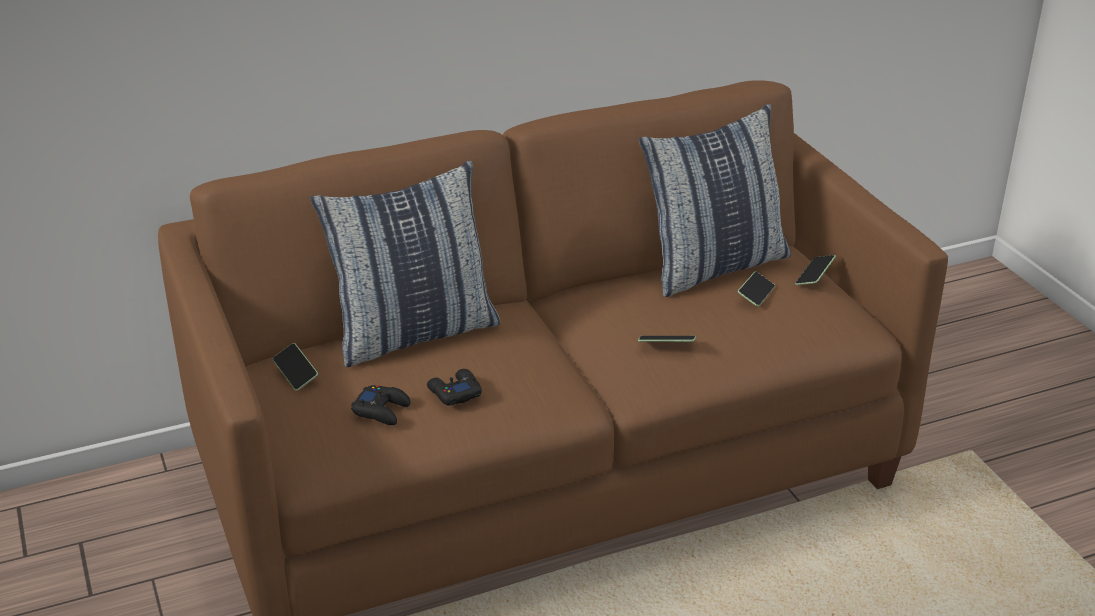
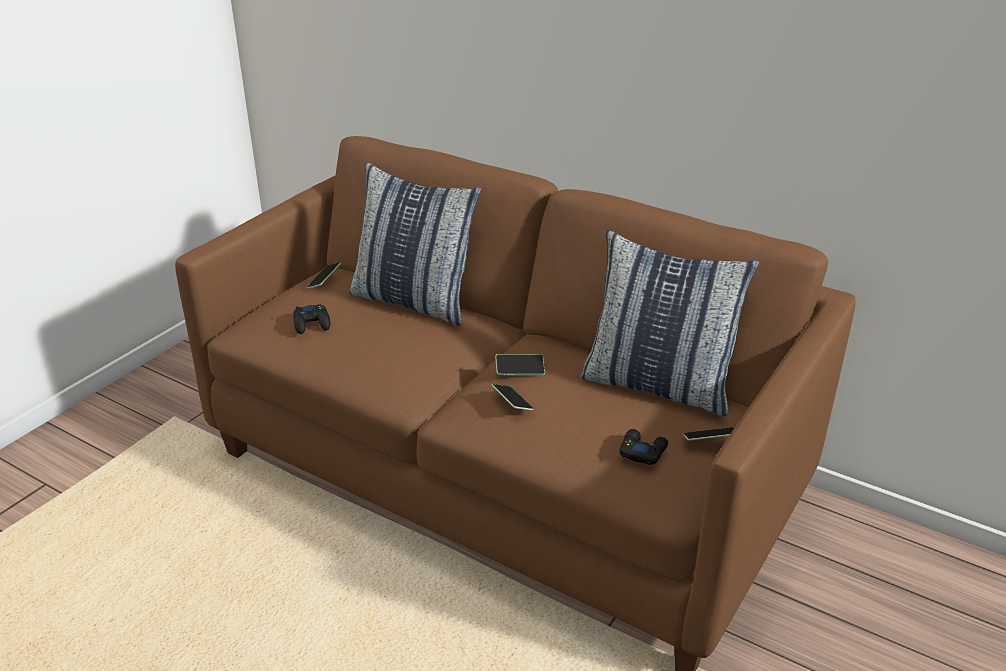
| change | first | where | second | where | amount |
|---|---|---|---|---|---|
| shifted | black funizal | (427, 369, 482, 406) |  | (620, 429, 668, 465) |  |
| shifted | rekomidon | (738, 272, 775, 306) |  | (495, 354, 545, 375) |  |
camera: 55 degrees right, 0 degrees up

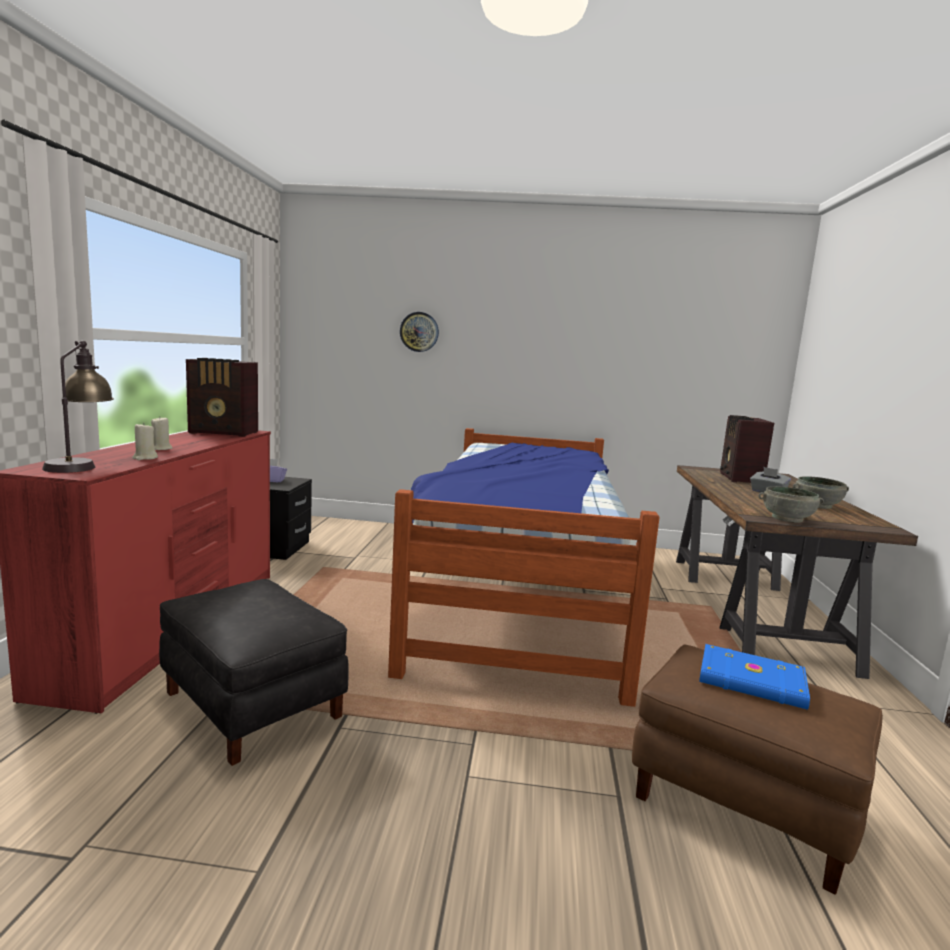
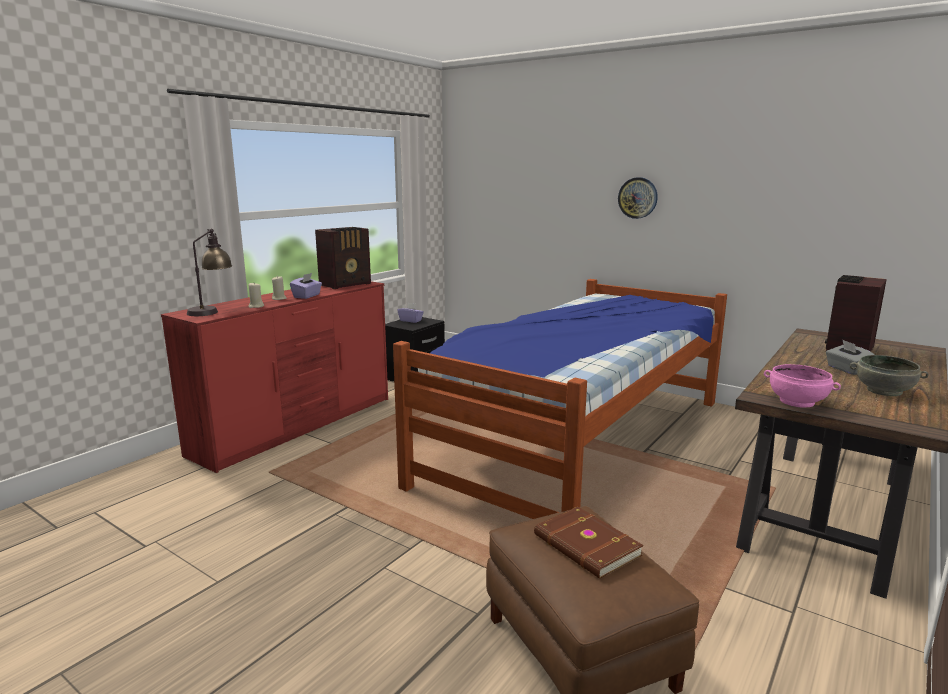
| change | first | where | second | where | amount |
|---|---|---|---|---|---|
| gone | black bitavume | (159, 579, 349, 766) |  |  |  |
| rotated | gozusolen | (186, 358, 258, 437) |  | (315, 227, 371, 289) | 75 degrees counterclockwise |
| shifted | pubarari | (400, 312, 439, 352) |  | (618, 177, 658, 219) |  |
| repainted | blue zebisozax | (699, 644, 810, 710) | brown zebisozax | (534, 506, 644, 579) |  |
| repainted | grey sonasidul | (758, 486, 824, 523) | pink sonasidul | (764, 364, 841, 408) |  |
| new |  |  | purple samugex | (290, 273, 322, 299) |  |
camera: 30 degrees right, 5 degrees up

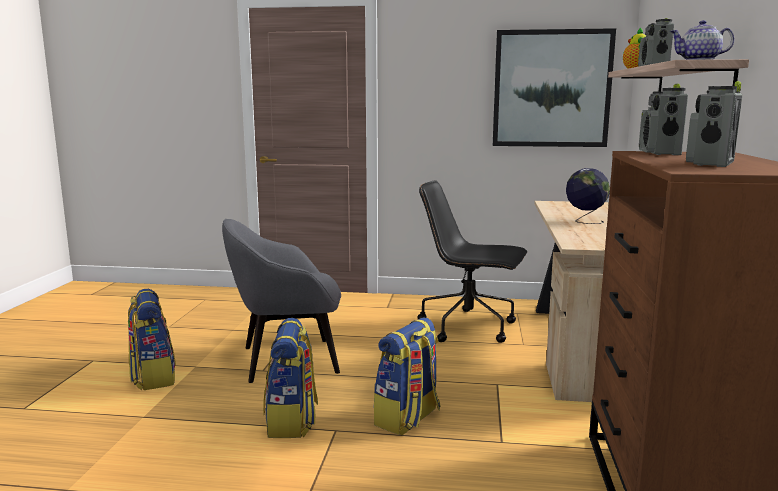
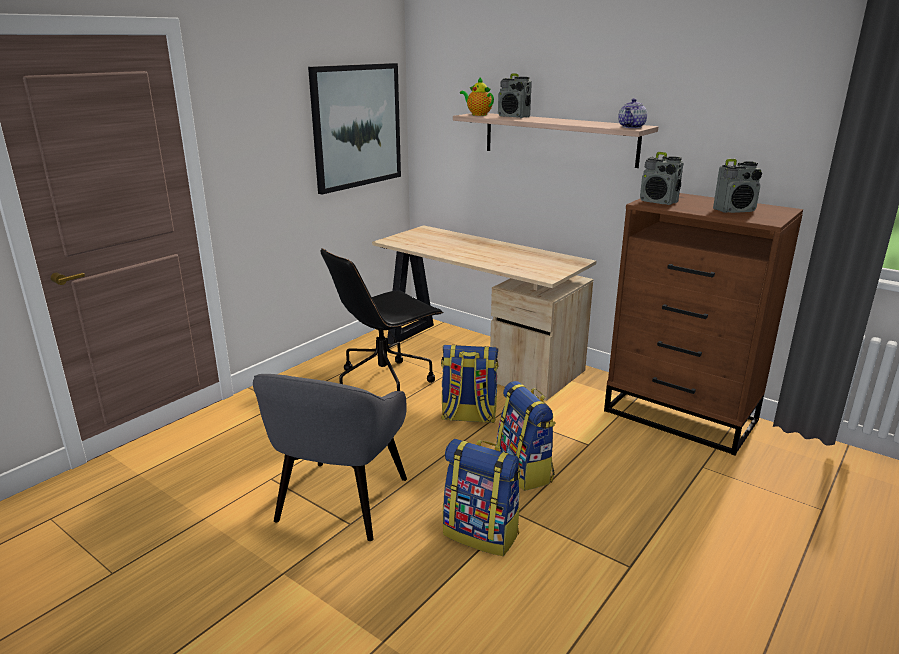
| change | first | where | second | where | amount |
|---|---|---|---|---|---|
| shifted | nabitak | (128, 289, 176, 390) |  | (441, 345, 499, 423) |  |
| gone | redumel | (566, 168, 610, 224) |  |  |  |
| rotated | gozusolen | (686, 81, 742, 167) |  | (713, 159, 762, 213) | 75 degrees counterclockwise |
camera: 60 degrees left, 10 degrees up

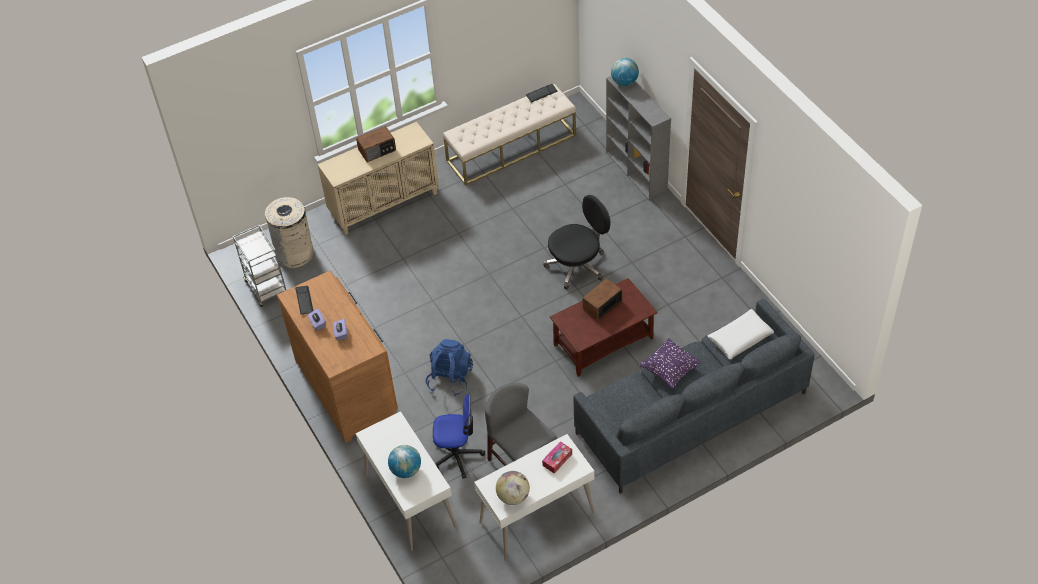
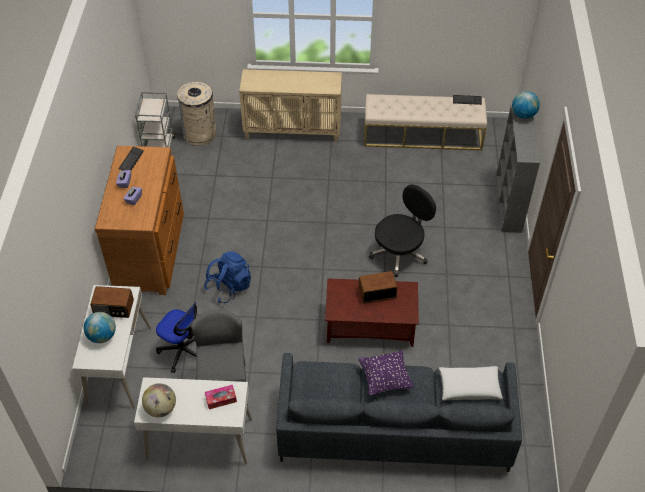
| change | first | where | second | where | amount |
|---|---|---|---|---|---|
| shifted | gozusolen | (356, 126, 396, 162) |  | (90, 286, 134, 318) |  |
| rotated | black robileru | (543, 195, 611, 290) |  | (369, 185, 436, 277) | 45 degrees counterclockwise |
camera: 30 degrees right, 0 degrees up

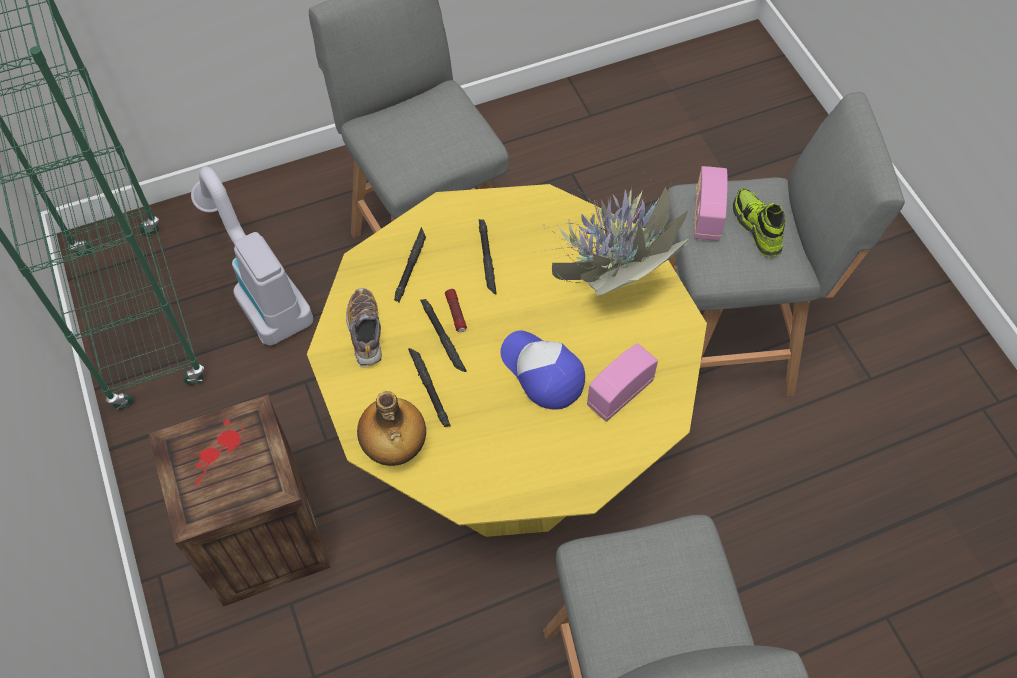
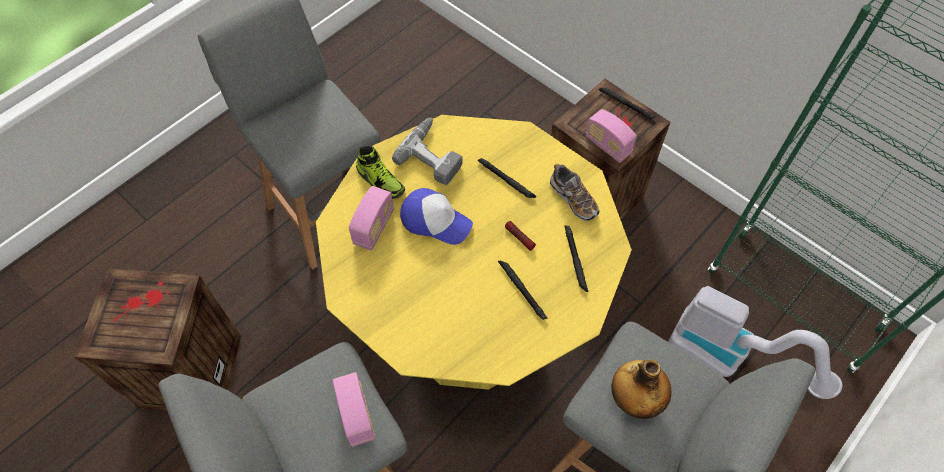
| change | first | where | second | where | amount |
|---|---|---|---|---|---|
| shifted | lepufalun | (357, 391, 426, 466) |  | (611, 359, 671, 419) |  |
| shifted | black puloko | (420, 299, 467, 372) |  | (599, 88, 655, 119) |  |
| gone | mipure | (538, 172, 688, 296) |  |  |  |
| shifted | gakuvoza | (733, 188, 786, 257) |  | (356, 146, 405, 199) |  |
| new |  |  | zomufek | (74, 268, 241, 410) |  |
| new |  |  | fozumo | (392, 117, 463, 185) |  |
| new |  |  | gozusolen | (586, 109, 637, 163) |  |
camera: 155 degrees right, 0 degrees up

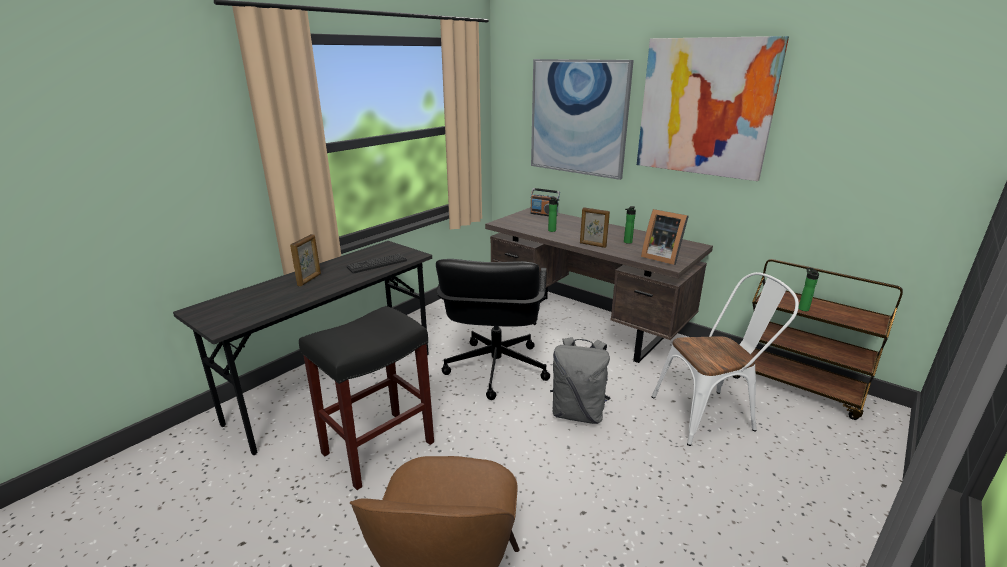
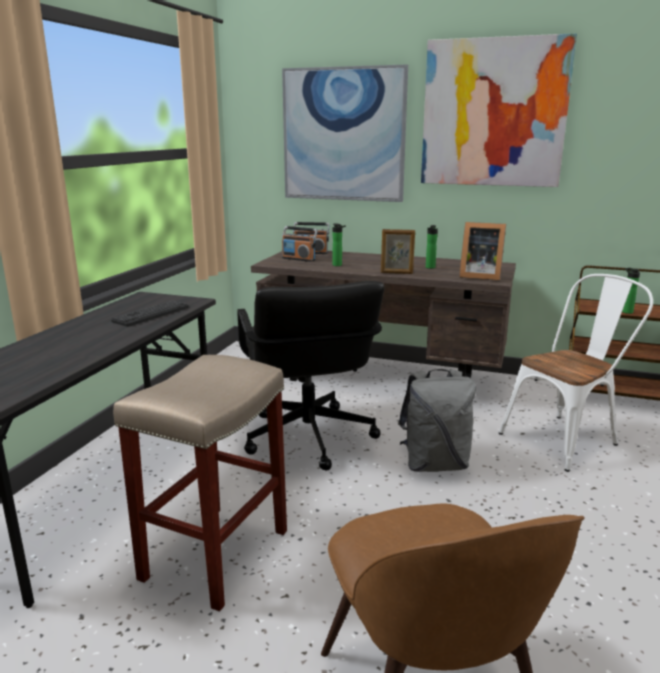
| change | first | where | second | where | amount |
|---|---|---|---|---|---|
| gone | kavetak | (290, 234, 321, 287) |  |  |  |
| repainted | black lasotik | (299, 306, 434, 490) | beige lasotik | (113, 355, 287, 612) |  |
| new |  |  | gozusolen | (282, 226, 318, 262) |  |
camera: 20 degrees left, 5 degrees down

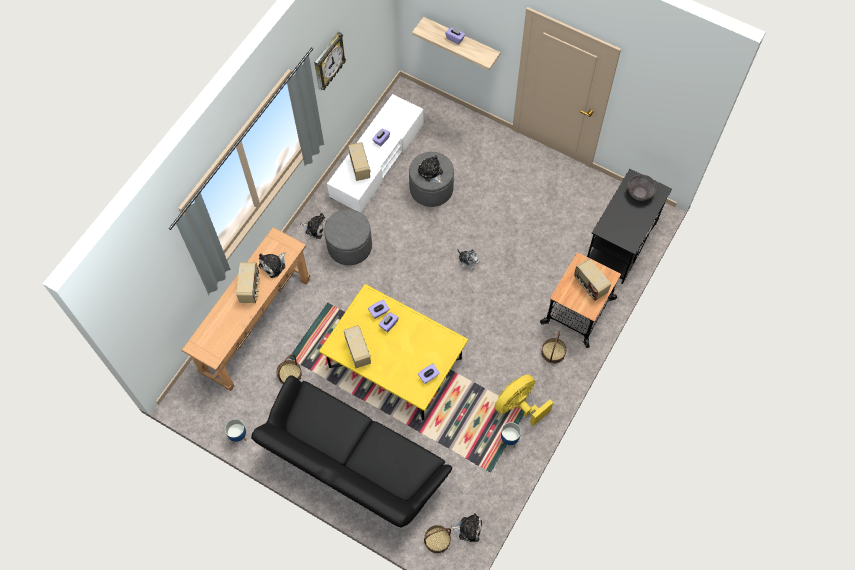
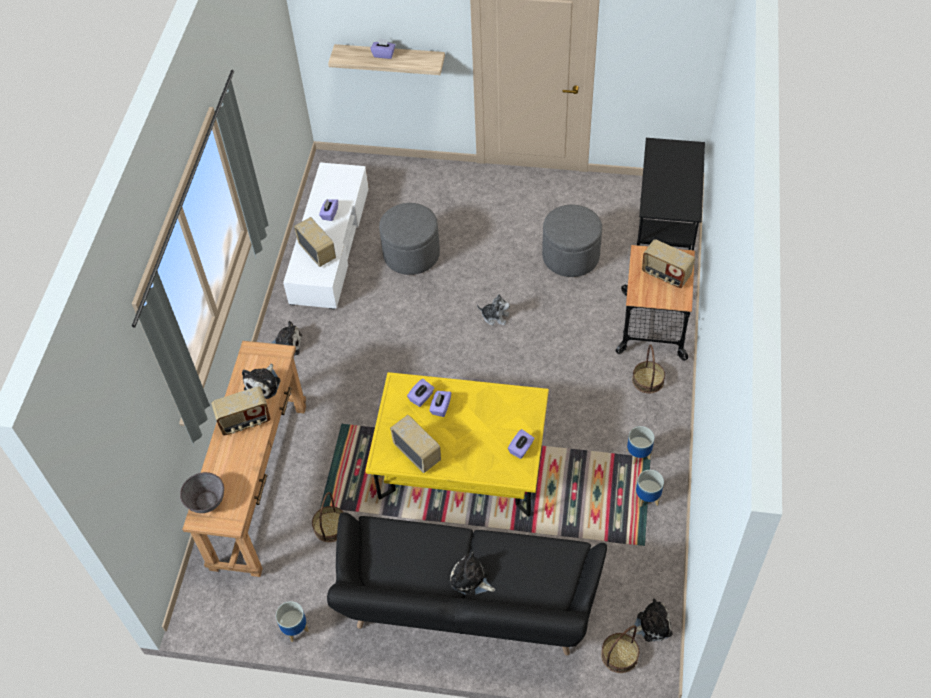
| change | first | where | second | where | amount |
|---|---|---|---|---|---|
| rotated | gozusolen | (236, 262, 260, 303) |  | (211, 386, 271, 435) | 90 degrees clockwise |
| gone | pubarari | (314, 31, 346, 90) |  |  |  |
| shifted | grey bitavume | (324, 209, 372, 265) |  | (542, 204, 602, 277) |  |
| shifted | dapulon | (418, 155, 443, 184) |  | (449, 551, 495, 596) |  |
| swapped | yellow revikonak | (494, 374, 553, 426) | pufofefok | (627, 426, 654, 464) |  |
| shifted | grey sonasidul | (628, 174, 657, 201) |  | (180, 472, 224, 513) |  |
camera: 20 degrees left, 10 degrees down

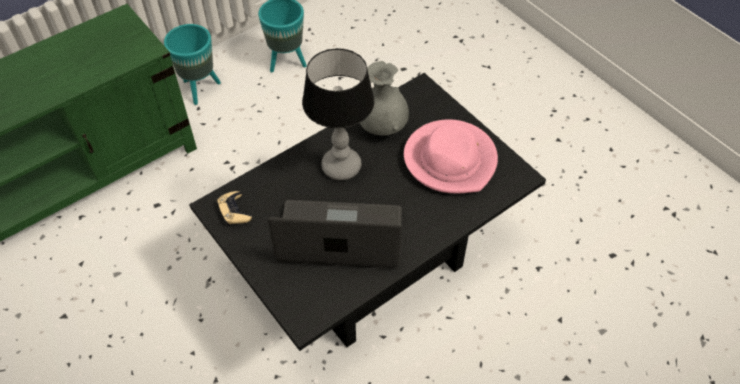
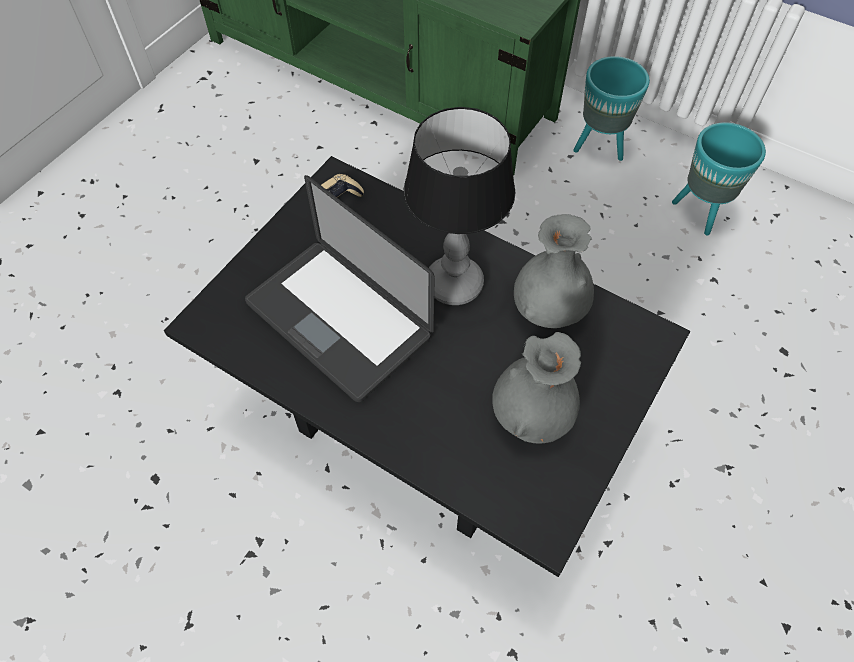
| change | first | where | second | where | amount |
|---|---|---|---|---|---|
| rotated | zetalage | (267, 200, 402, 268) |  | (245, 175, 435, 402) | 150 degrees clockwise |
| swapped | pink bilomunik | (404, 119, 498, 193) | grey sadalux | (492, 332, 581, 444) |  |
camera: 70 degrees right, 5 degrees up

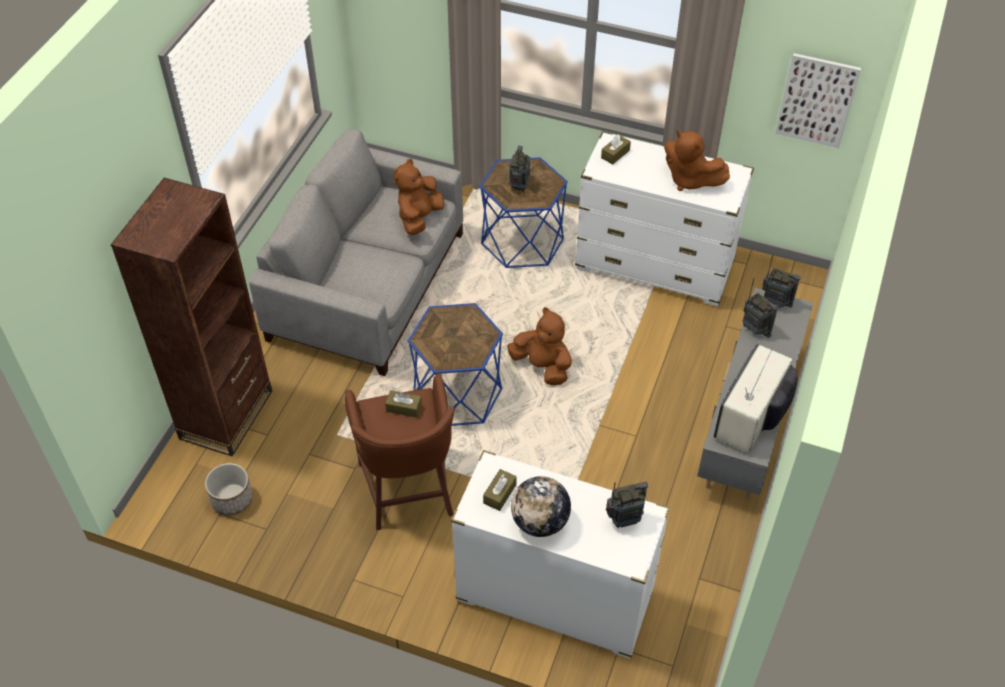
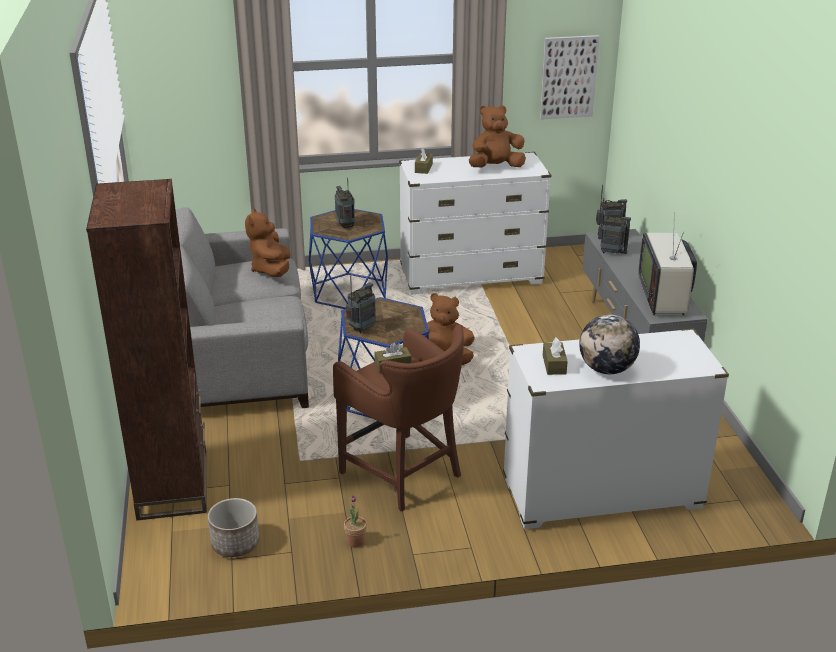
| change | first | where | second | where | amount |
|---|---|---|---|---|---|
| shifted | gozusolen | (606, 481, 648, 528) |  | (346, 275, 376, 333) |  |
| rotated | brown dapulon | (664, 130, 730, 191) |  | (469, 105, 526, 167) | 150 degrees clockwise |
| new |  |  | mipure | (344, 495, 367, 547) |  |
camera: 30 degrees left, 20 degrees down

